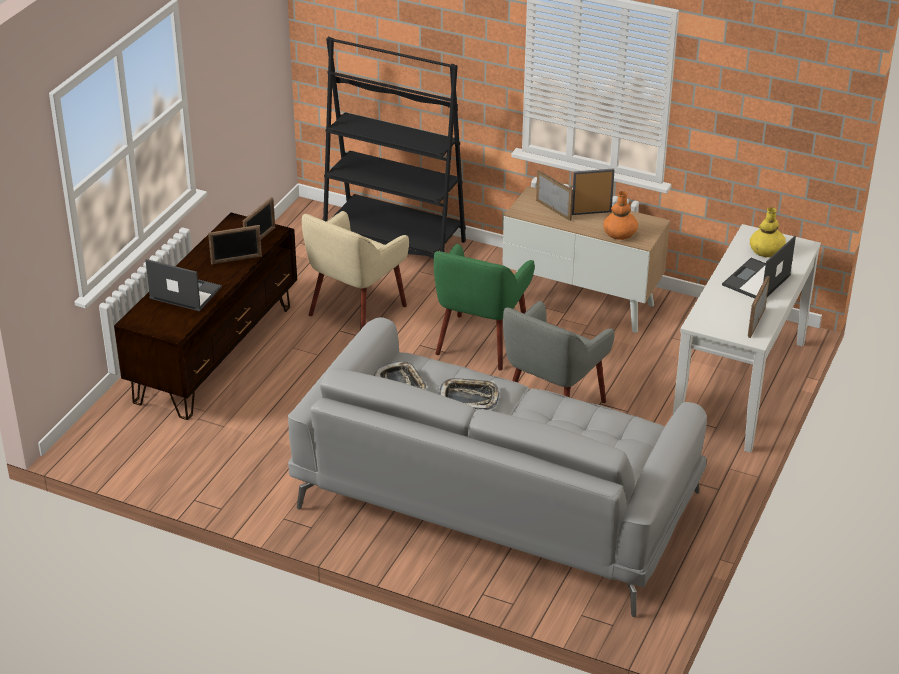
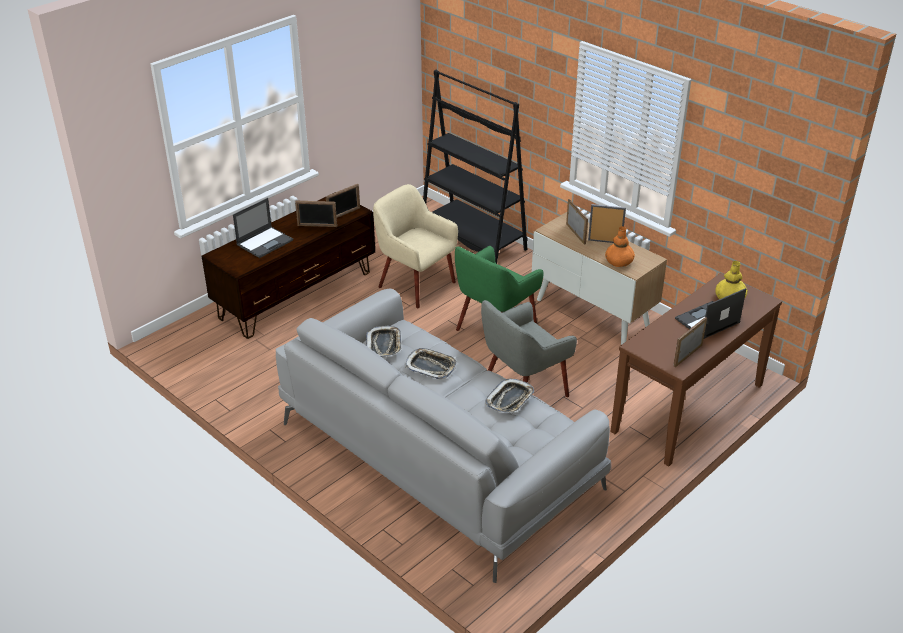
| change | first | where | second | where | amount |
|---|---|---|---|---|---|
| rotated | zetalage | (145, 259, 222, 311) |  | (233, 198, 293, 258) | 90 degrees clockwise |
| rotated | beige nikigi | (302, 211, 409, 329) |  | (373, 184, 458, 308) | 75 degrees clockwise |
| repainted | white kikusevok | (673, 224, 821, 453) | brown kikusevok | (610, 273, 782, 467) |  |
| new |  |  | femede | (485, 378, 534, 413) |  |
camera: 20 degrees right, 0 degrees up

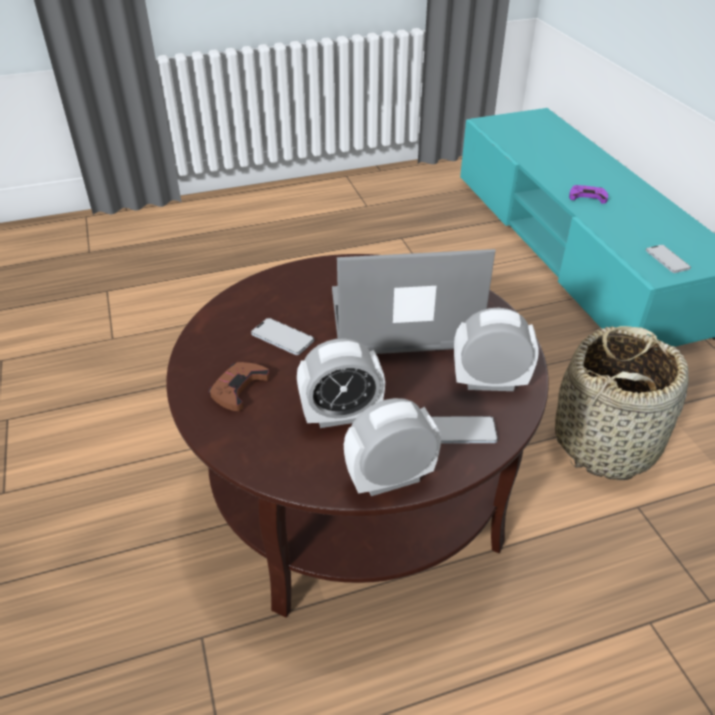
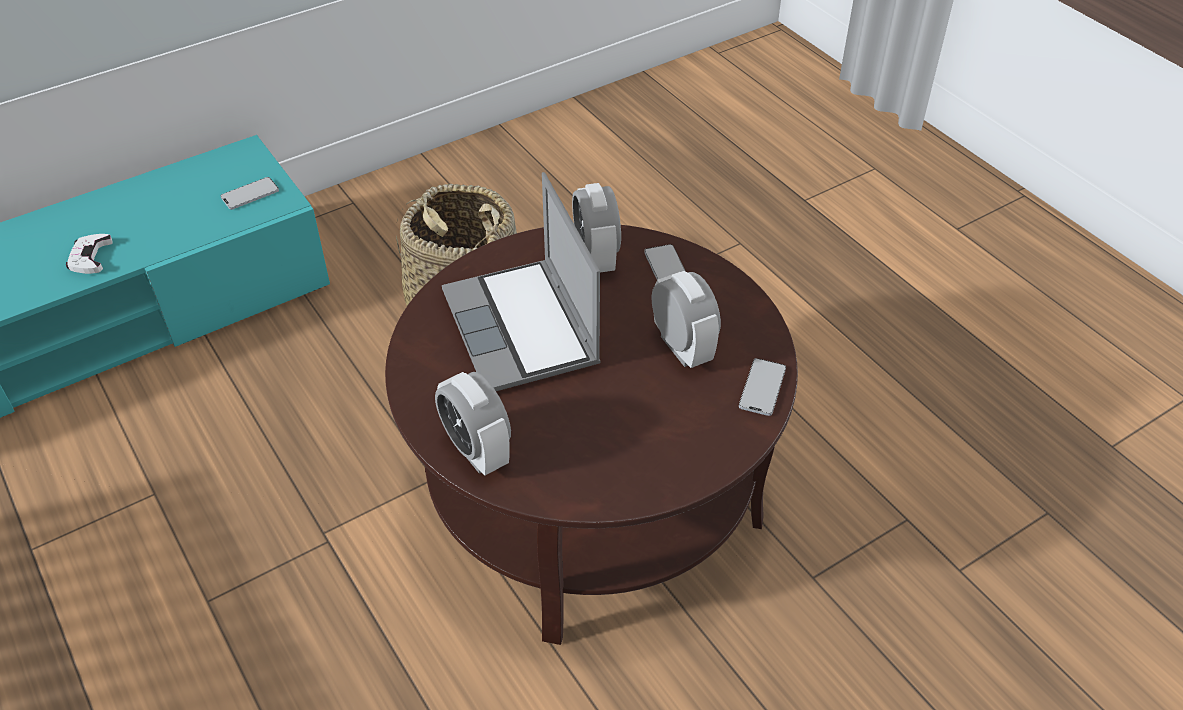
| change | first | where | second | where | amount |
|---|---|---|---|---|---|
| gone | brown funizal | (209, 362, 269, 411) |  |  |  |
| shifted | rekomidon | (251, 318, 314, 355) |  | (739, 358, 786, 416) |  |
| shifted | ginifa | (344, 398, 441, 496) |  | (435, 372, 511, 476) |  |
| repainted | purple funizal | (569, 185, 608, 204) | white funizal | (66, 234, 113, 274) |  |
camera: 105 degrees left, 5 degrees up

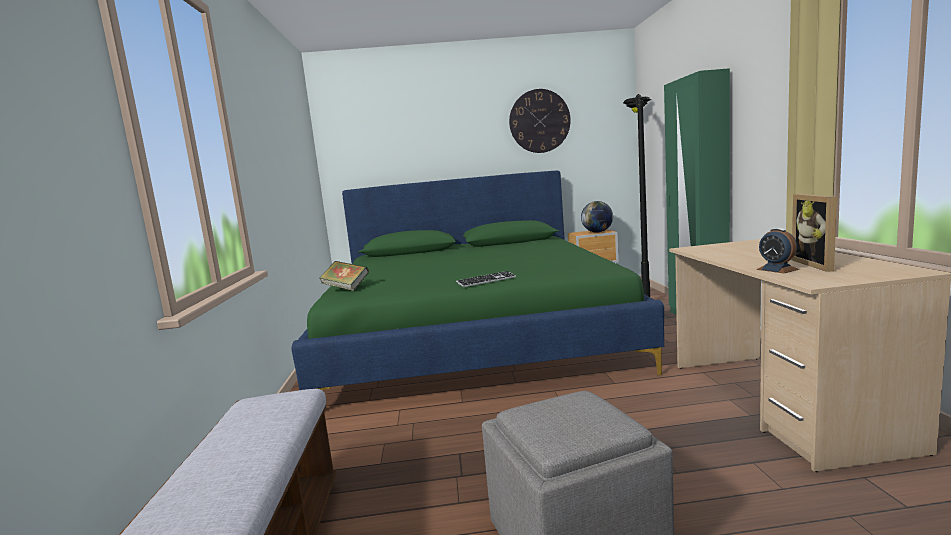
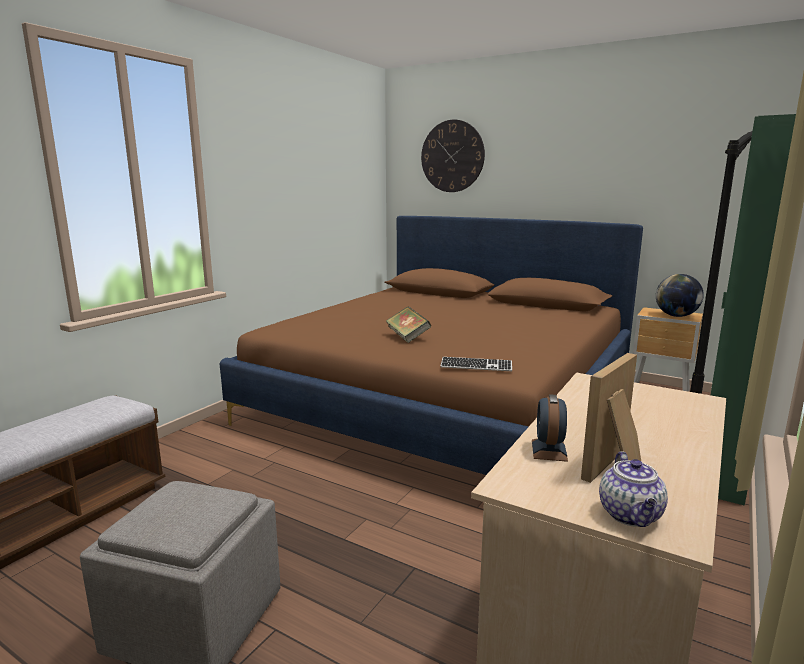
| change | first | where | second | where | amount |
|---|---|---|---|---|---|
| repainted | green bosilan | (291, 171, 664, 390) | brown bosilan | (220, 216, 643, 475) |  |
| shifted | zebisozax | (319, 261, 369, 291) |  | (386, 306, 431, 343) |  |
| shifted | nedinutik | (456, 271, 516, 287) |  | (440, 357, 512, 371) |  |
| shifted | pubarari | (509, 89, 571, 153) |  | (421, 120, 485, 192) |  |
| new |  |  | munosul | (599, 451, 668, 527) |  |
camera: 35 degrees right, 5 degrees up

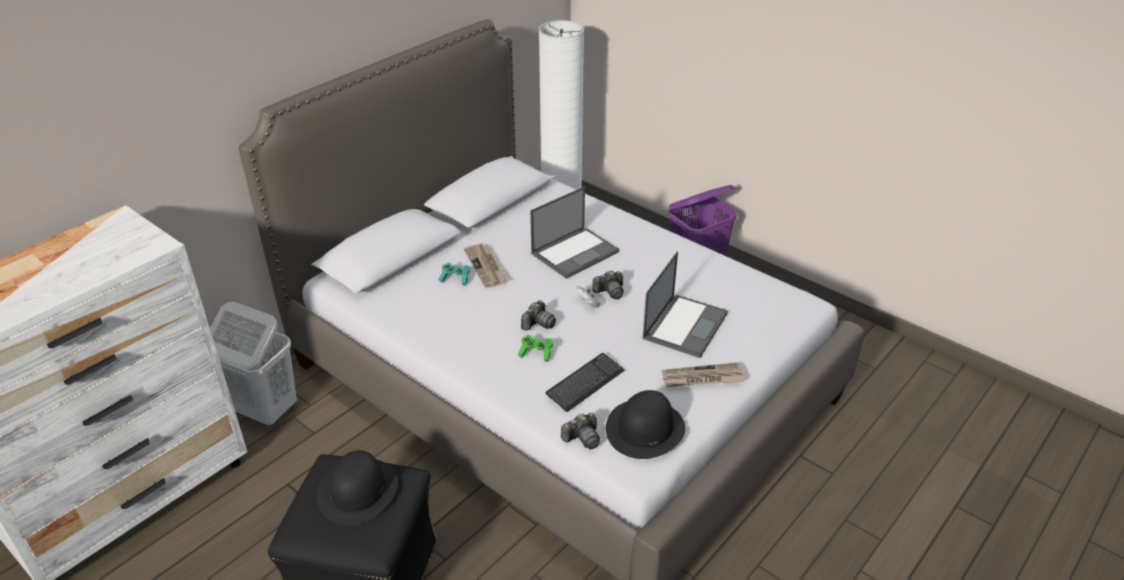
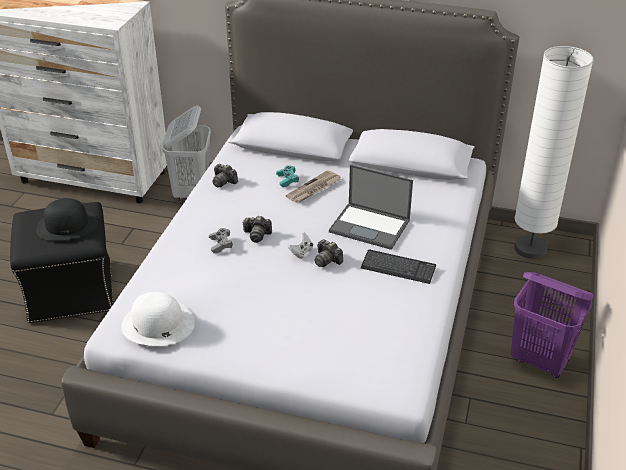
| change | first | where | second | where | amount |
|---|---|---|---|---|---|
| repainted | green funizal | (518, 335, 553, 362) | grey funizal | (209, 228, 233, 253) |  |
| shifted | nedinutik | (545, 353, 624, 412) |  | (361, 250, 436, 284) |  |
| shifted | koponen | (561, 413, 600, 449) |  | (212, 164, 238, 187) |  |
| repainted | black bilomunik | (606, 390, 686, 459) | white bilomunik | (121, 292, 195, 346) |  |
| gone | zetalage | (643, 252, 728, 358) |  |  |  |
| gone | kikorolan | (662, 362, 746, 387) |  |  |  |
camera: 65 degrees right, 0 degrees up

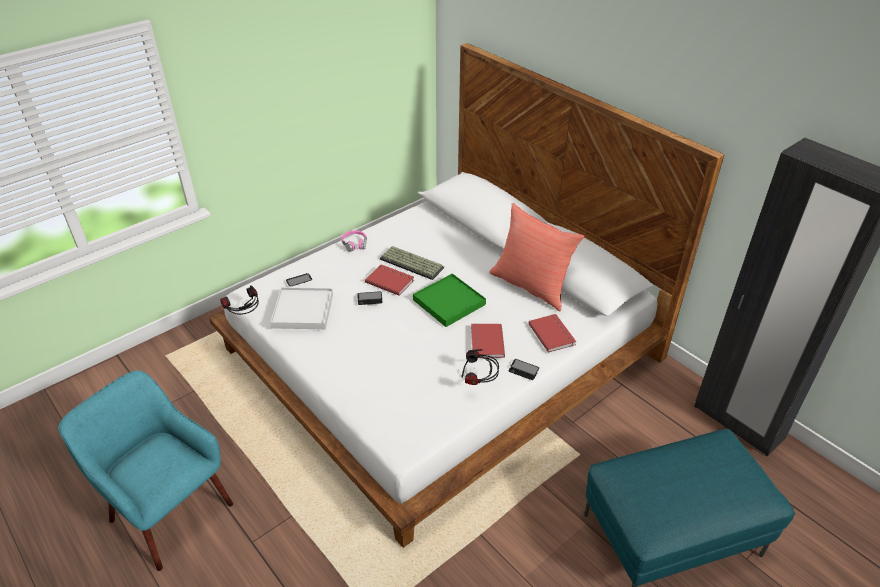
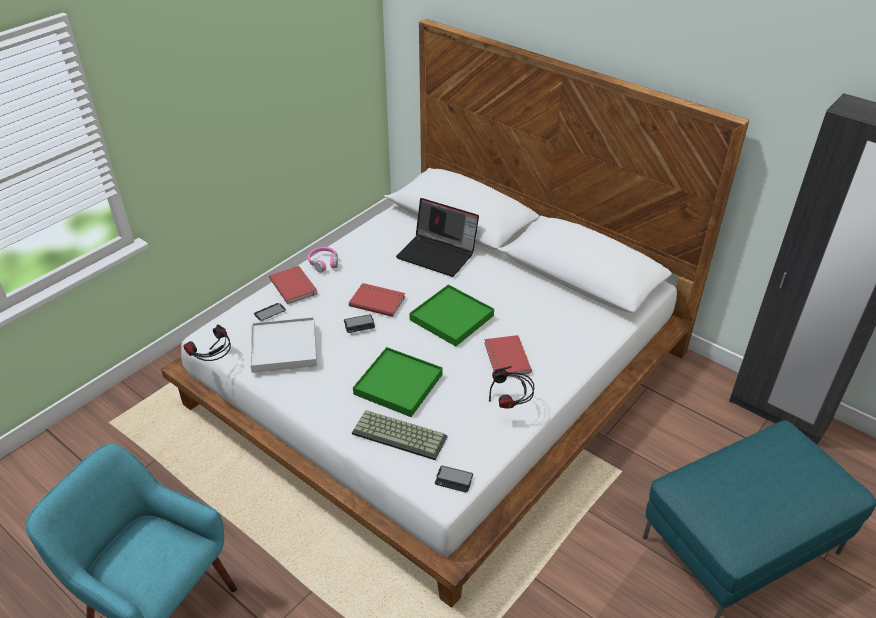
| change | first | where | second | where | amount |
|---|---|---|---|---|---|
| shifted | nedinutik | (380, 246, 444, 280) |  | (352, 410, 447, 460) |  |
| gone | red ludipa | (489, 203, 585, 311) |  |  |  |
| shifted | rekomidon | (509, 359, 539, 380) |  | (435, 466, 473, 493) |  |
| shifted | red zebisozax | (528, 314, 576, 353) |  | (269, 266, 318, 304) |  |
| new |  |  | green femede | (353, 347, 443, 417) |  |
| new |  |  | zetalage | (396, 198, 479, 277) |  |
camera: 10 degrees left, 0 degrees up

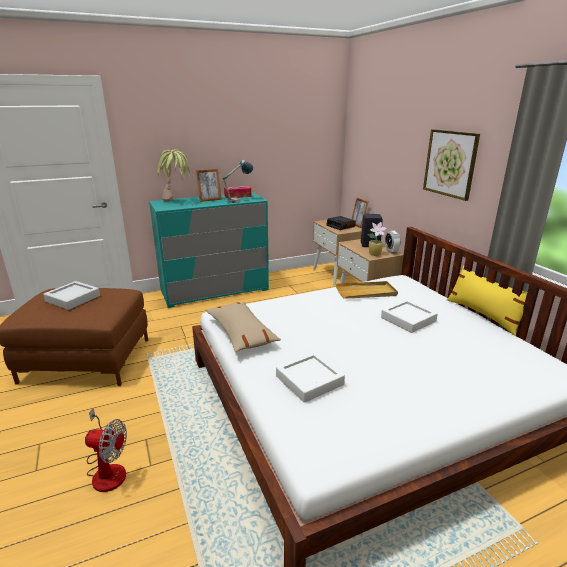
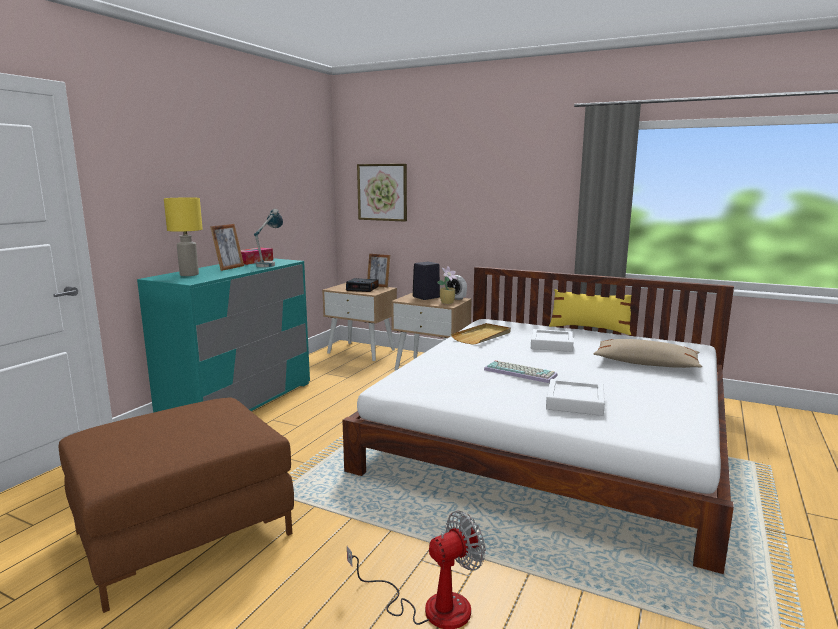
| change | first | where | second | where | amount |
|---|---|---|---|---|---|
| gone | grey femede | (43, 281, 100, 310) |  |  |  |
| swapped | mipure | (155, 149, 190, 202) | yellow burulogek | (164, 198, 203, 276) |  |
| shifted | beige ludipa | (206, 302, 281, 352) |  | (593, 339, 702, 368) |  |
| shifted | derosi | (423, 129, 480, 201) |  | (357, 164, 407, 222) |  |
| new |  |  | nedinutik | (484, 360, 558, 383) |  |
camera: 40 degrees left, 10 degrees down

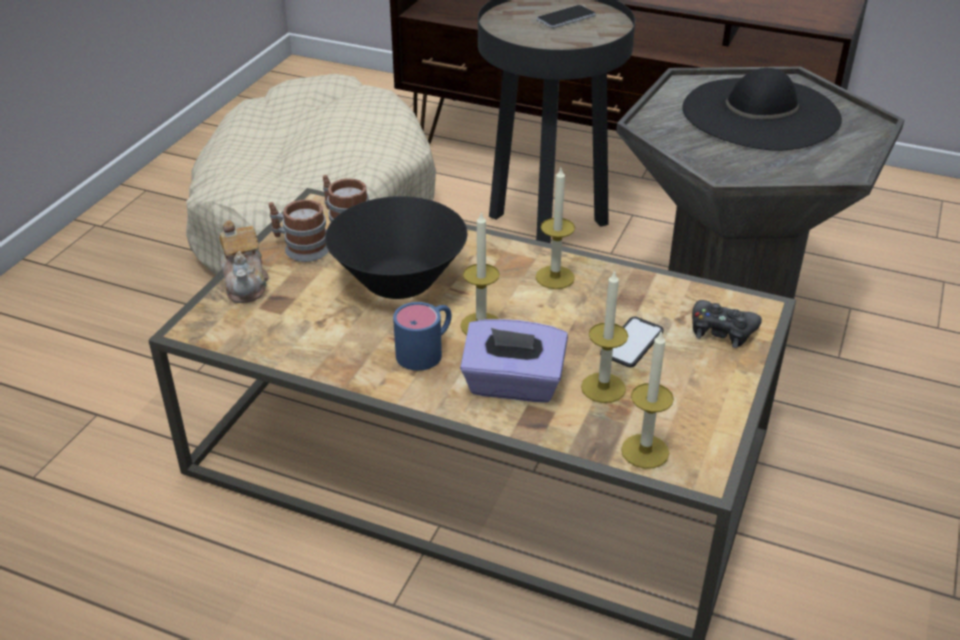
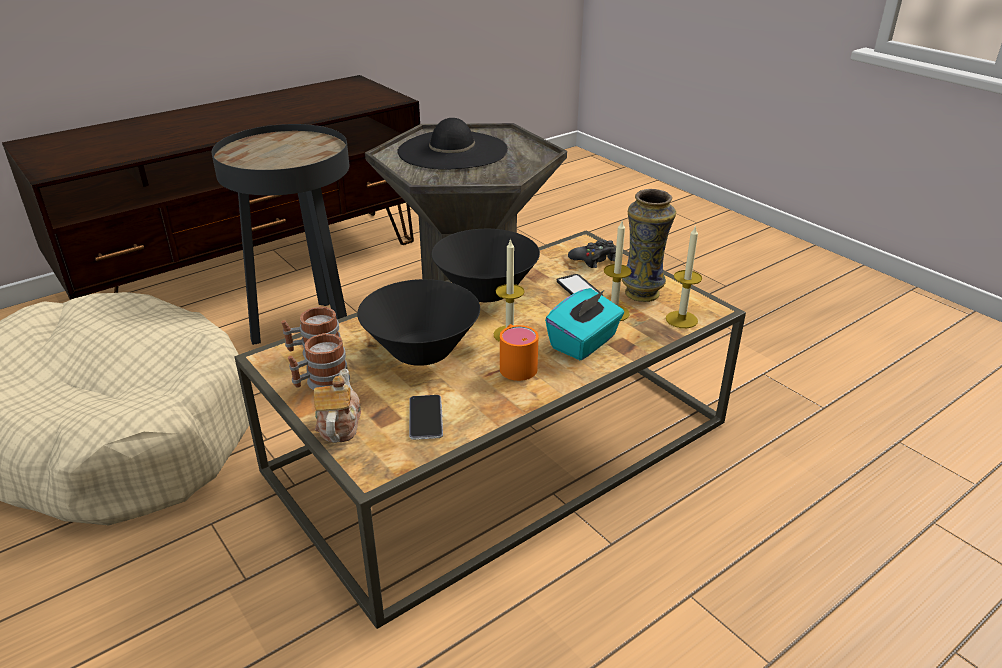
| change | first | where | second | where | amount |
|---|---|---|---|---|---|
| rotated | munosul | (219, 220, 269, 303) |  | (314, 368, 361, 443) | 105 degrees counterclockwise |
| repainted | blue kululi | (393, 302, 452, 371) | orange kululi | (500, 324, 539, 381) |  |
| repainted | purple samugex | (460, 319, 568, 403) | turquoise samugex | (545, 288, 624, 360) |  |
| swapped | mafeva | (536, 168, 575, 289) | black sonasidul | (431, 229, 540, 302) |  |
| shifted | rekomidon | (537, 5, 596, 28) |  | (409, 395, 443, 440) |  |
| new |  |  | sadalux | (622, 189, 676, 302) |  |
camera: 60 degrees left, 5 degrees down

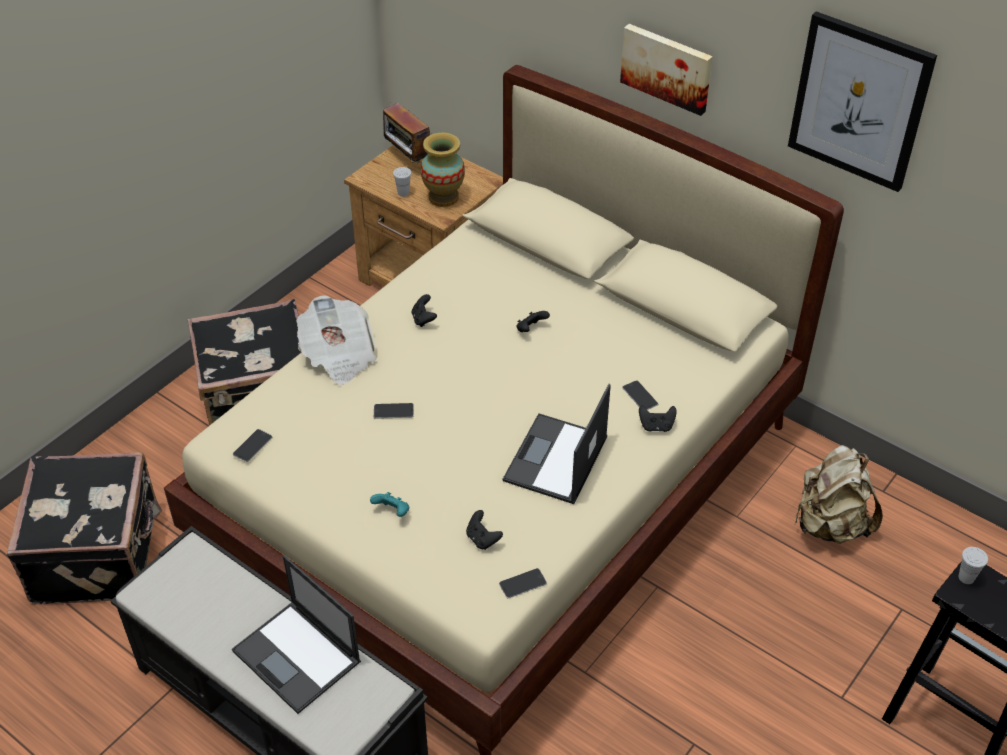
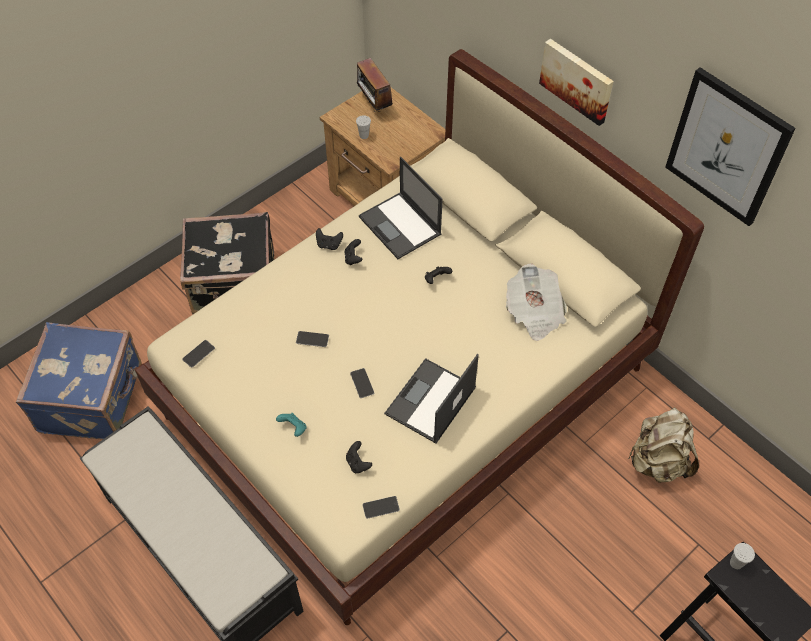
| change | first | where | second | where | amount |
|---|---|---|---|---|---|
| repainted | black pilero | (7, 452, 162, 604) | blue pilero | (16, 322, 142, 440) |  |
| shifted | zetalage | (232, 555, 361, 714) |  | (359, 157, 443, 259) |  |
| shifted | kikorolan | (296, 295, 377, 385) |  | (506, 264, 567, 341) |  |
| gone | sadalux | (421, 133, 465, 207) |  |  |  |
| shifted | rekomidon | (622, 380, 658, 410) |  | (350, 368, 374, 398) |  |
| shifted | black funizal | (639, 405, 677, 432) |  | (316, 228, 343, 250) |  |
camera: 10 degrees right, 10 degrees up

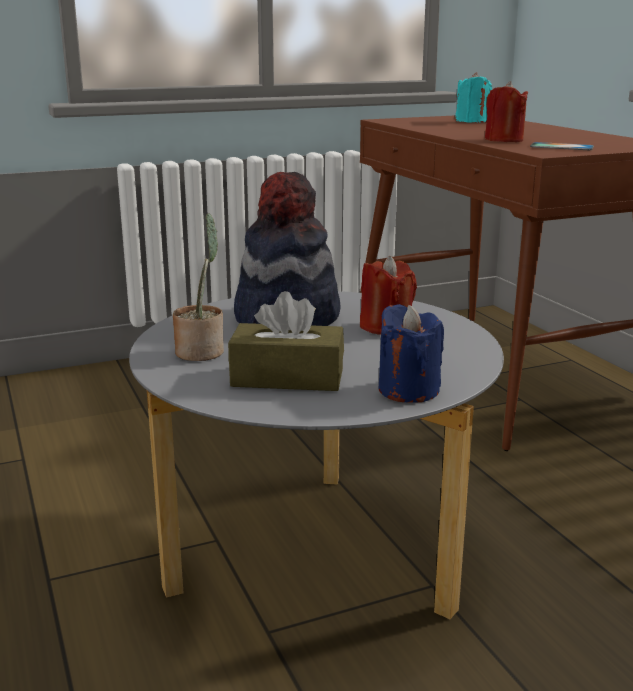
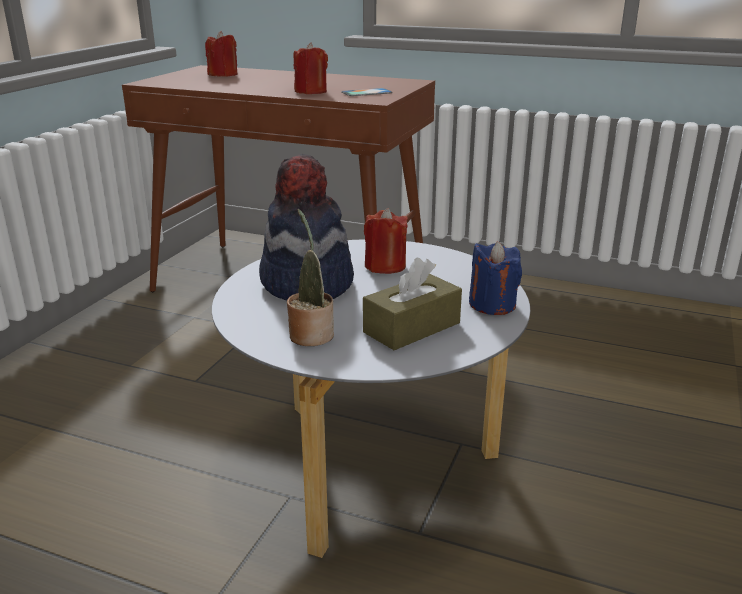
| change | first | where | second | where | amount |
|---|---|---|---|---|---|
| repainted | turquoise mafeva | (455, 72, 492, 123) | red mafeva | (205, 31, 238, 77) |  |
camera: 45 degrees left, 5 degrees up

